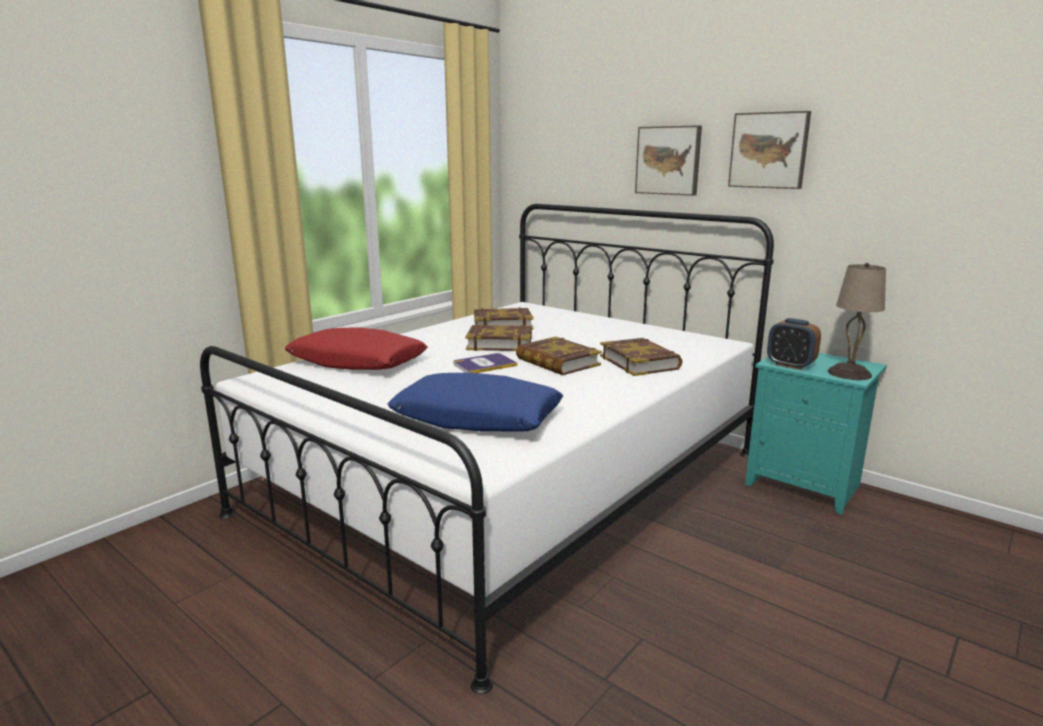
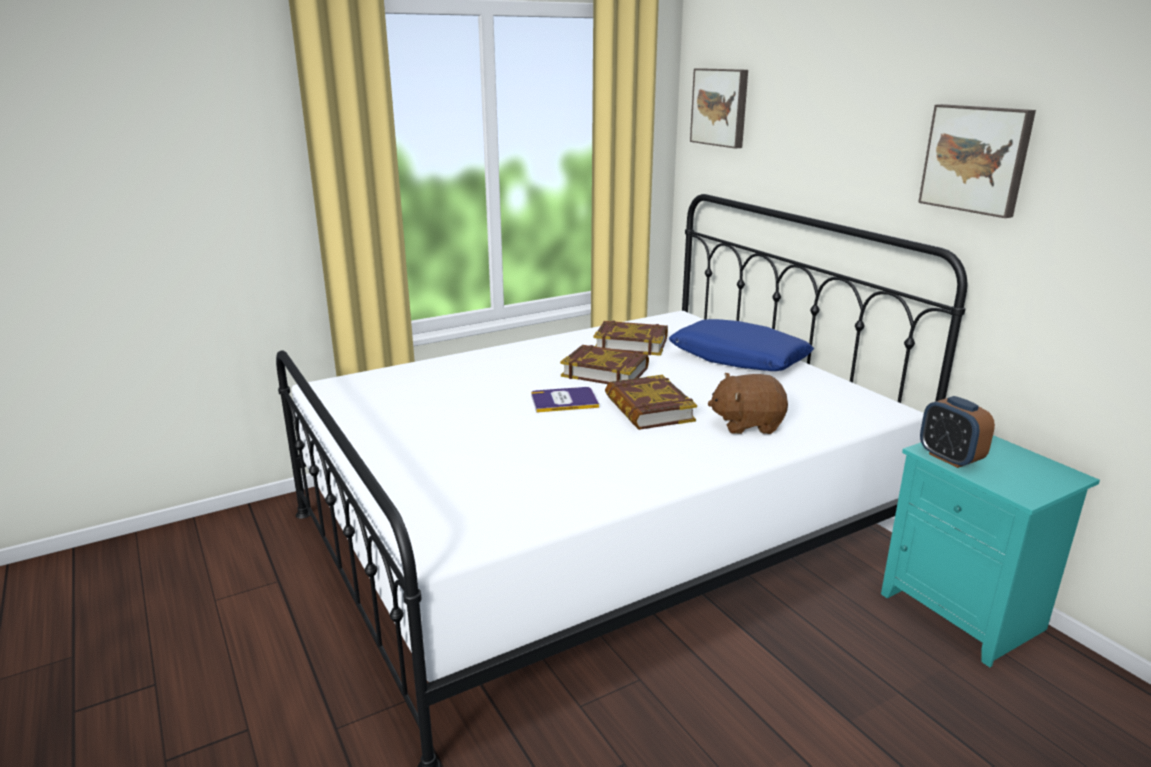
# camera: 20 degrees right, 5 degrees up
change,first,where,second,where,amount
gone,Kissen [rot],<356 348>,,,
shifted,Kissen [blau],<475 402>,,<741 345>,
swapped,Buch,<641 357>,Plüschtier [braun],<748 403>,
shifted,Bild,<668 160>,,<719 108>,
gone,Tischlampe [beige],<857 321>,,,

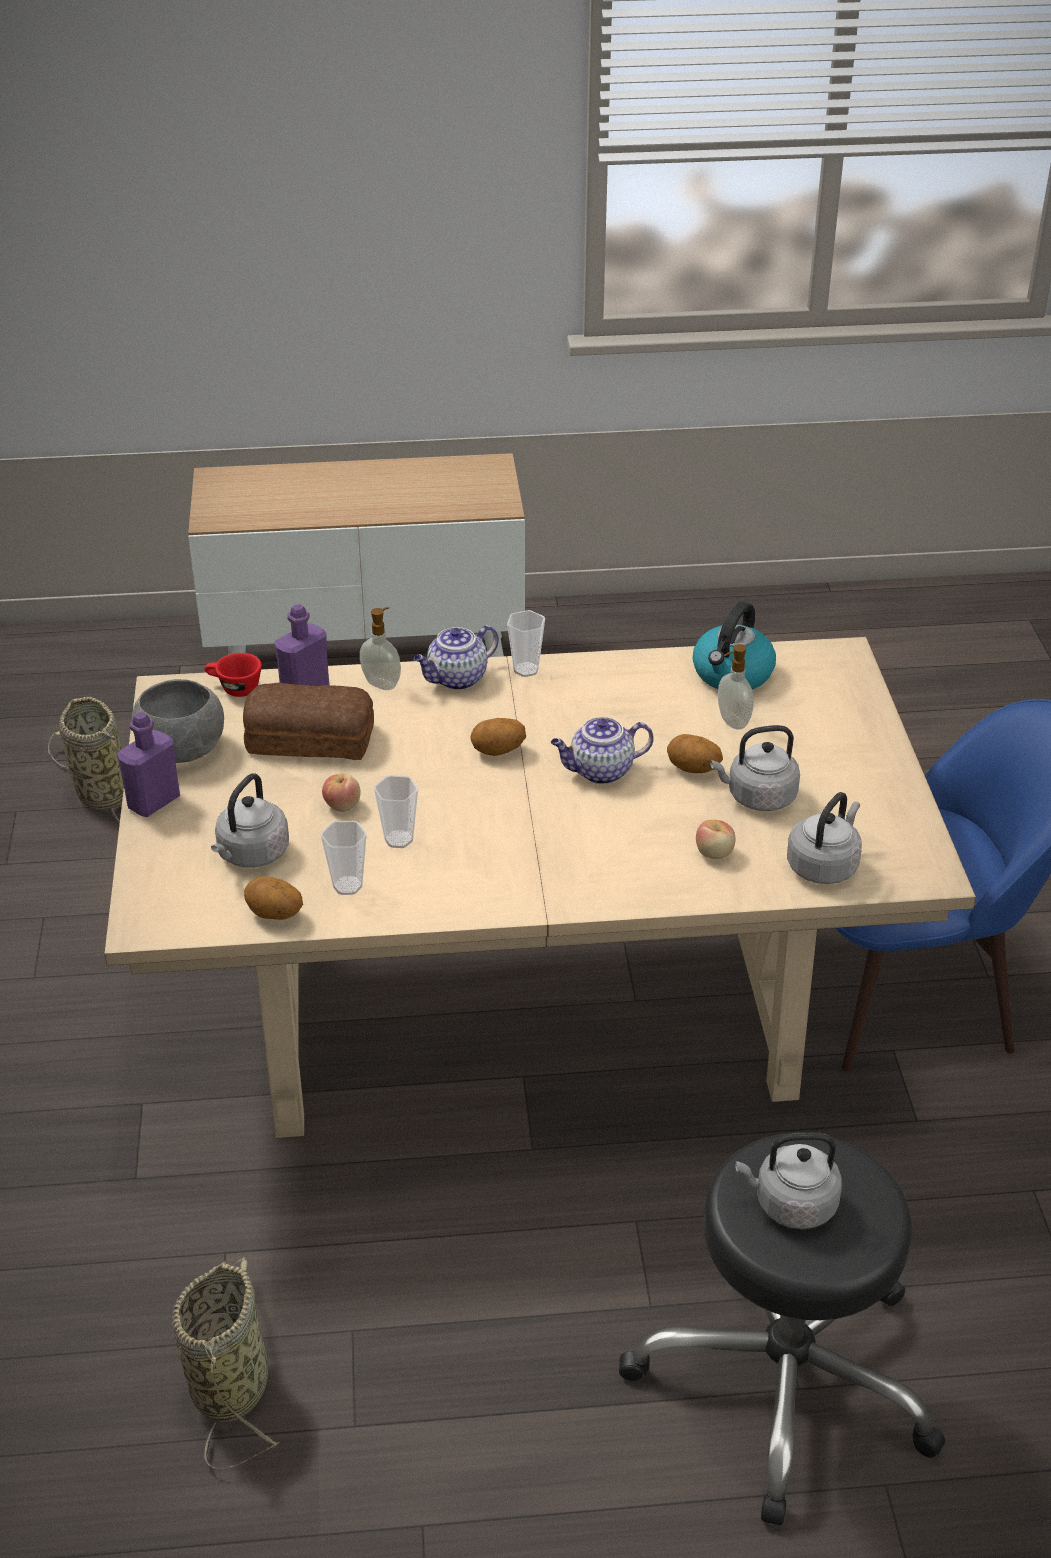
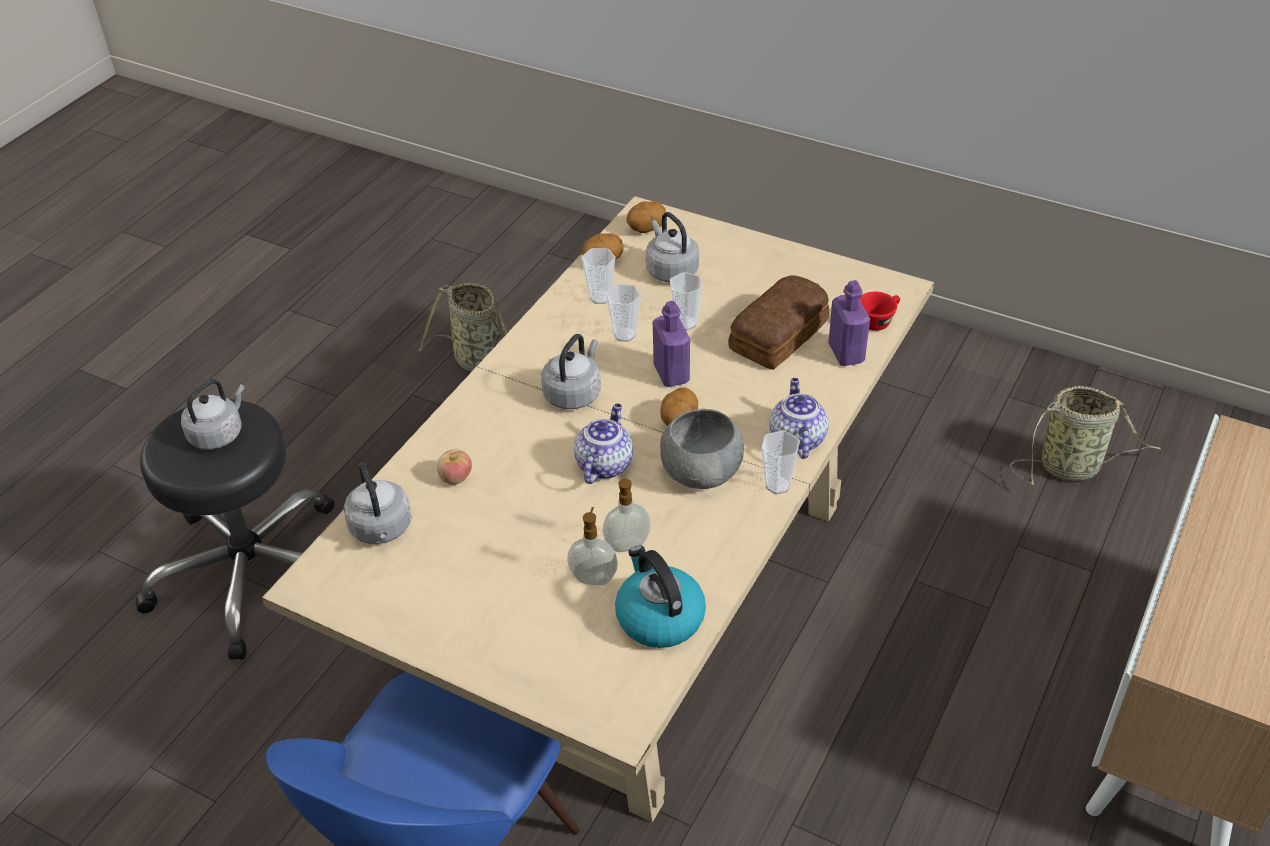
# camera: 125 degrees right, 5 degrees up
change,first,where,second,where,amount
shifted,Flasche [lila],<148 764>,,<671 344>,
shifted,Schüssel [grau],<177 721>,,<702 449>,
swapped,Apfel,<341 793>,Tasse,<686 301>,
shifted,Seifenspender,<380 648>,,<627 515>,
shifted,Kartoffel,<695 753>,,<646 217>,
shifted,Wasserkessel [grau],<755 768>,,<571 371>,

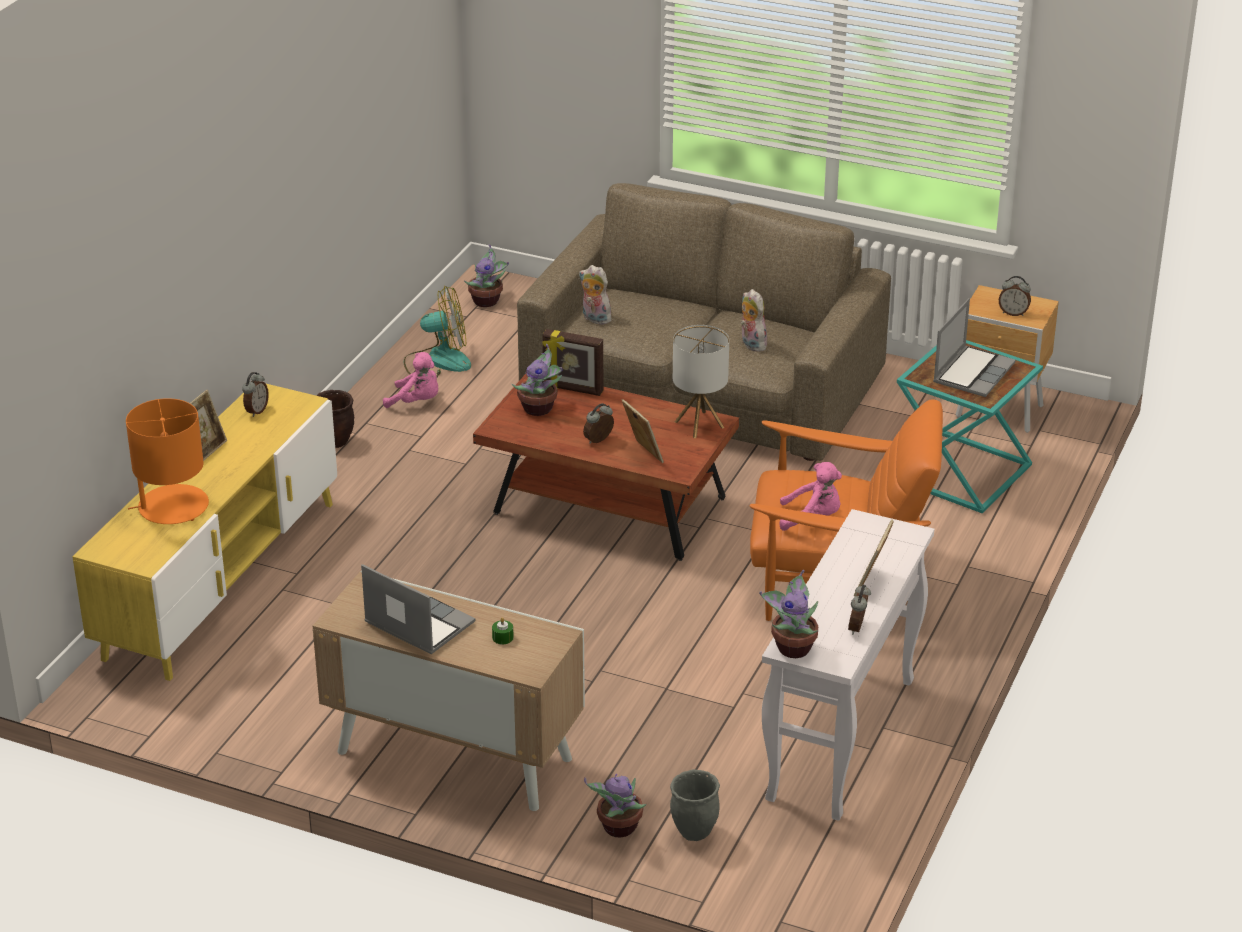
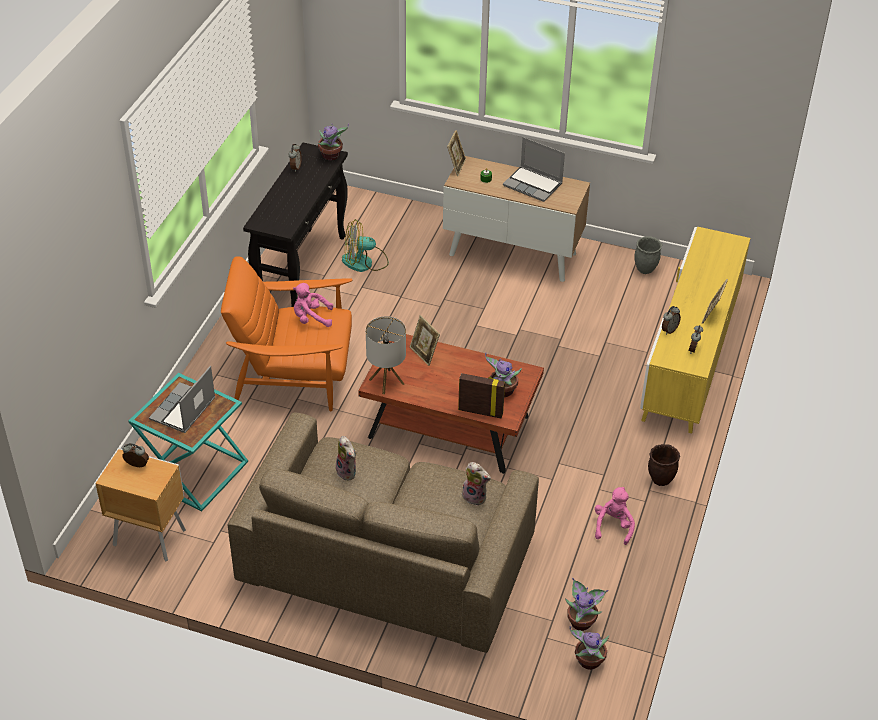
# camera: 175 degrees right, 10 degrees up
change,first,where,second,where,amount
gone,Tischlampe [orange],<167 461>,,,
rotated,Plüschtier [rosa],<410 380>,,<615 516>,90 degrees clockwise
shifted,Ventilator,<437 331>,,<365 245>,
shifted,Wecker,<598 423>,,<671 320>,
shifted,Topfpflanze,<615 806>,,<586 604>,
shifted,Pflanzkübel [grau],<695 805>,,<648 255>,
repainted,Konsolentisch [weiß],<848 664>,Konsolentisch [schwarz],<295 224>,
shifted,Bilderrahmen,<874 558>,,<456 153>,

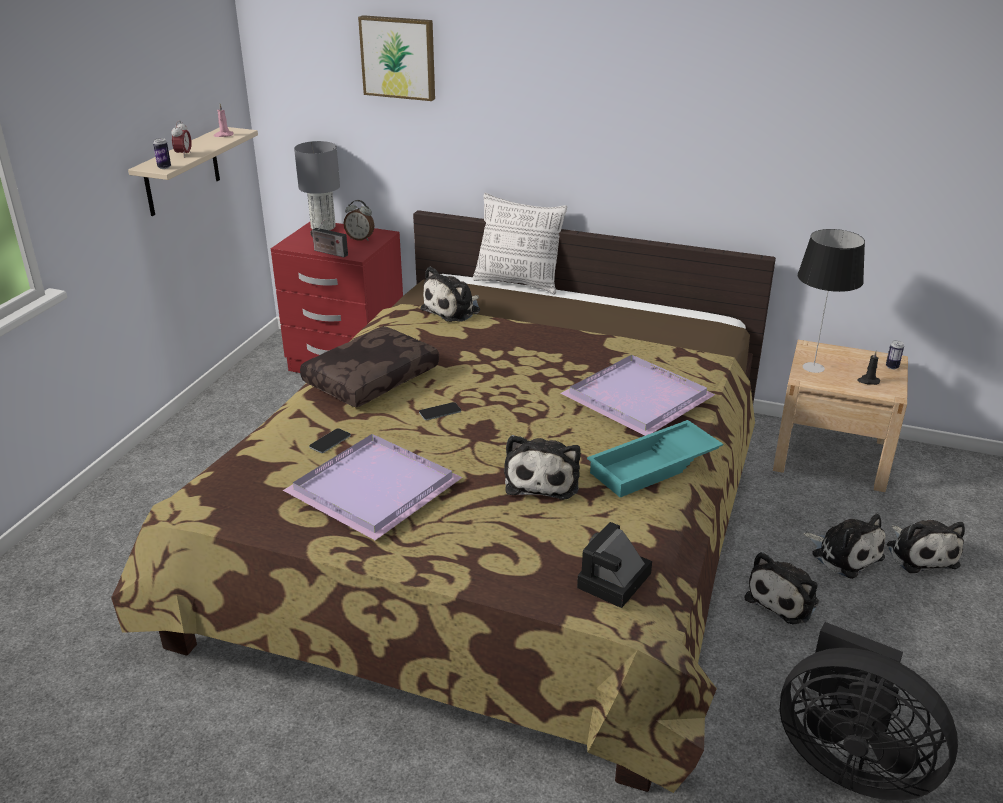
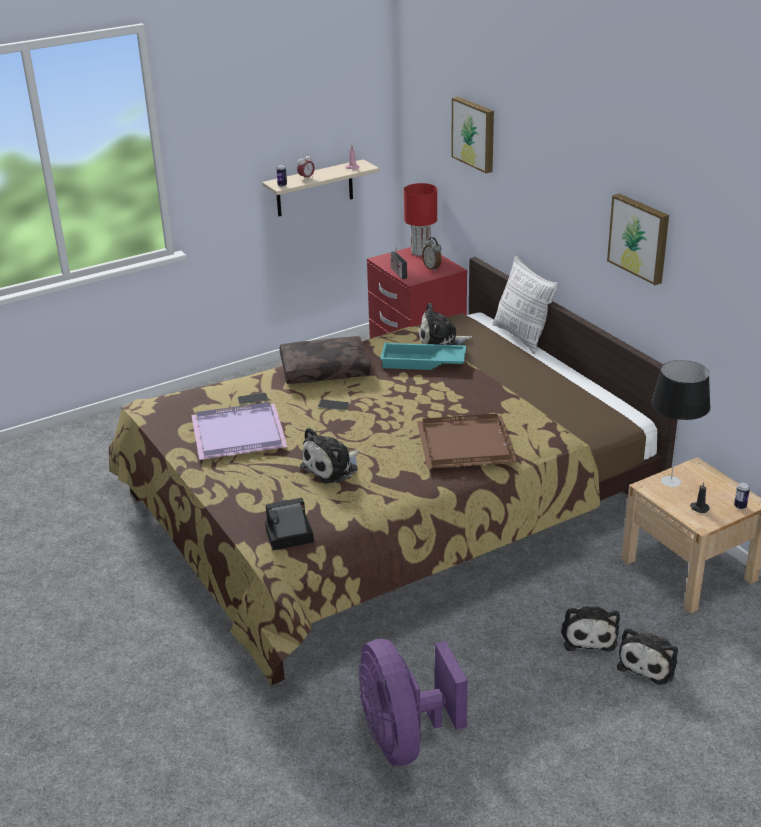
# camera: 40 degrees right, 0 degrees up
change,first,where,second,where,amount
repainted,Tischlampe [grau],<317 185>,Tischlampe [rot],<420 219>,
repainted,Tablett [lila],<638 395>,Tablett [braun],<467 441>,
shifted,Tablett [türkis],<655 459>,,<423 356>,
gone,Plüschtier,<781 588>,,,
repainted,Ventilator [schwarz],<869 711>,Ventilator [lila],<413 702>,
new,,,Bild,<638 239>,

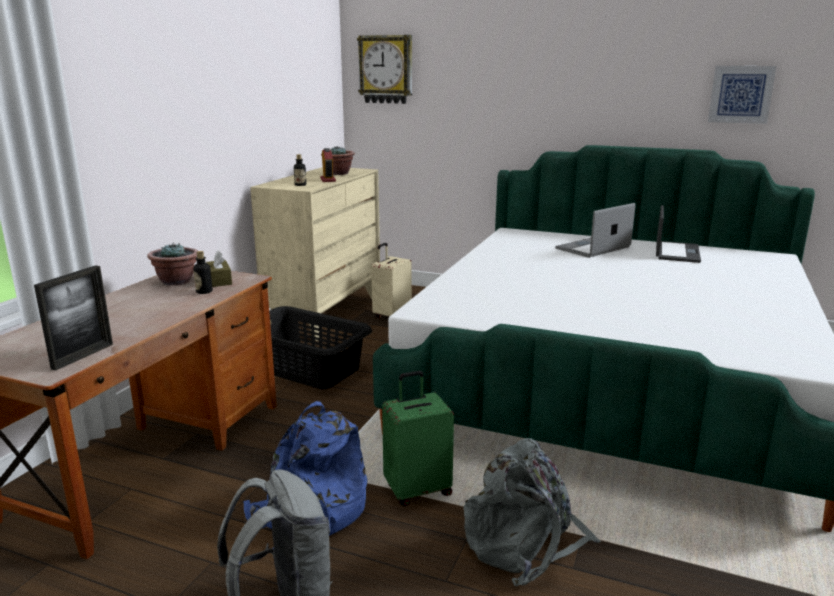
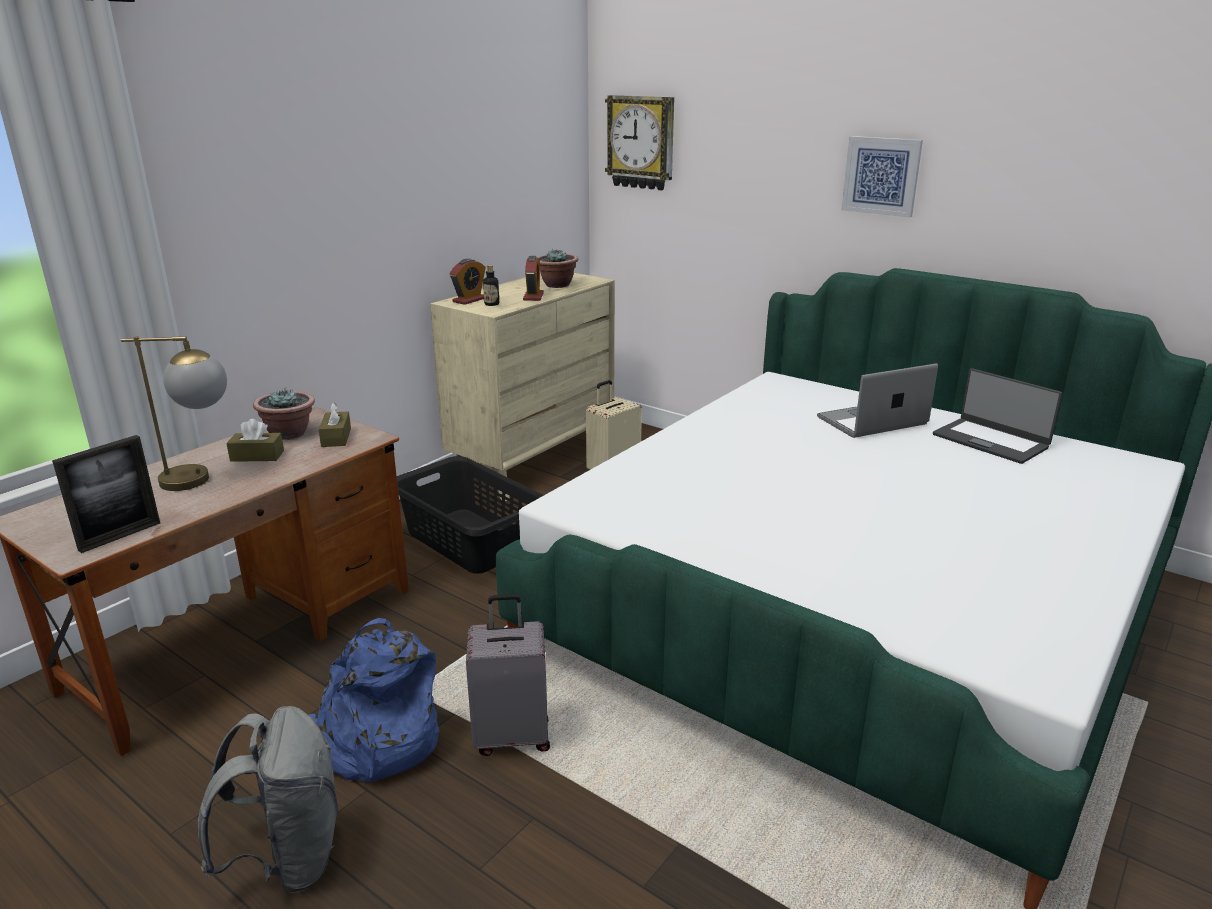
# camera: 15 degrees right, 5 degrees up
change,first,where,second,where,amount
gone,Flasche,<203 272>,,,
repainted,Koffer [grün],<418 438>,Koffer [grau],<508 675>,
gone,Rucksack [grau],<532 512>,,,
rotated,Laptop,<678 234>,,<997 416>,105 degrees clockwise
shifted,Bild,<742 95>,,<882 176>,
new,,,Tischlampe,<174 413>,
new,,,Taschentuchbox [braun],<255 440>,
new,,,Wecker,<467 282>,

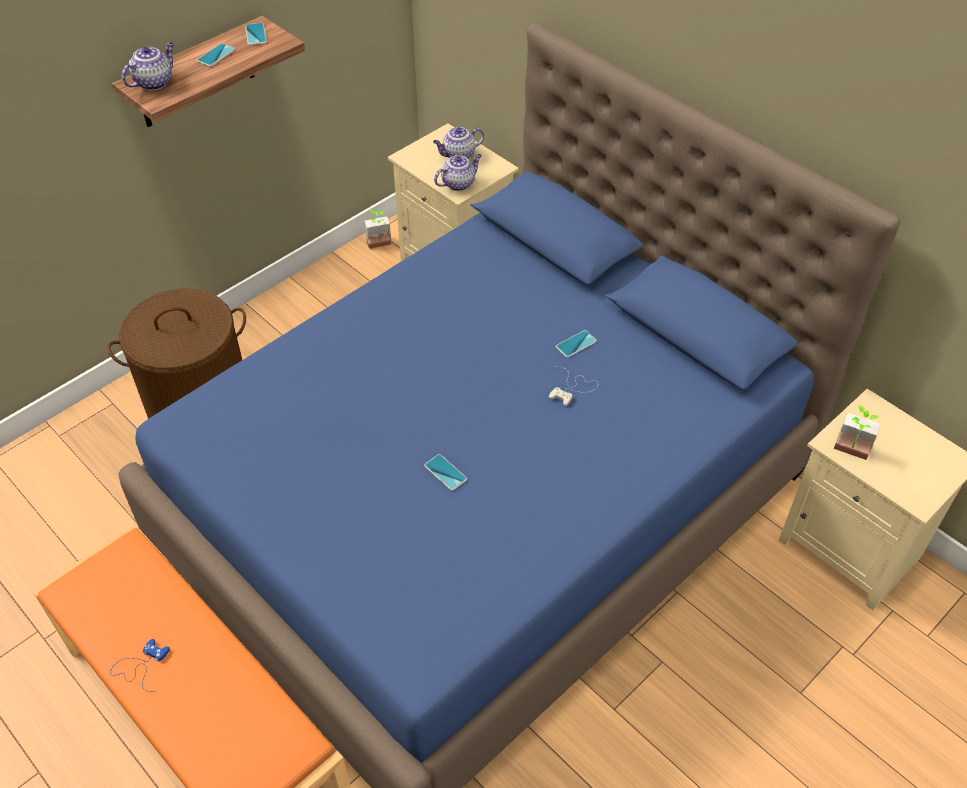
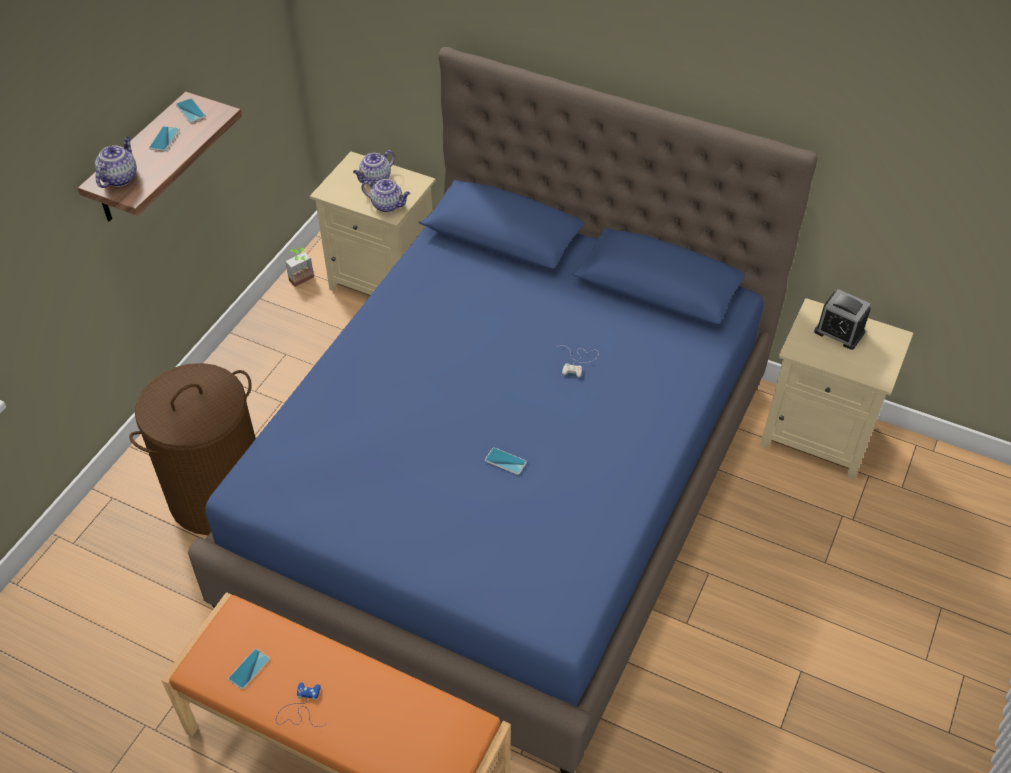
# camera: 20 degrees left, 0 degrees up
change,first,where,second,where,amount
rotated,Teekanne,<458 172>,,<386 195>,75 degrees clockwise
shifted,Handy,<576 344>,,<249 669>,
gone,Topfpflanze,<857 432>,,,
new,,,Wecker,<842 319>,

